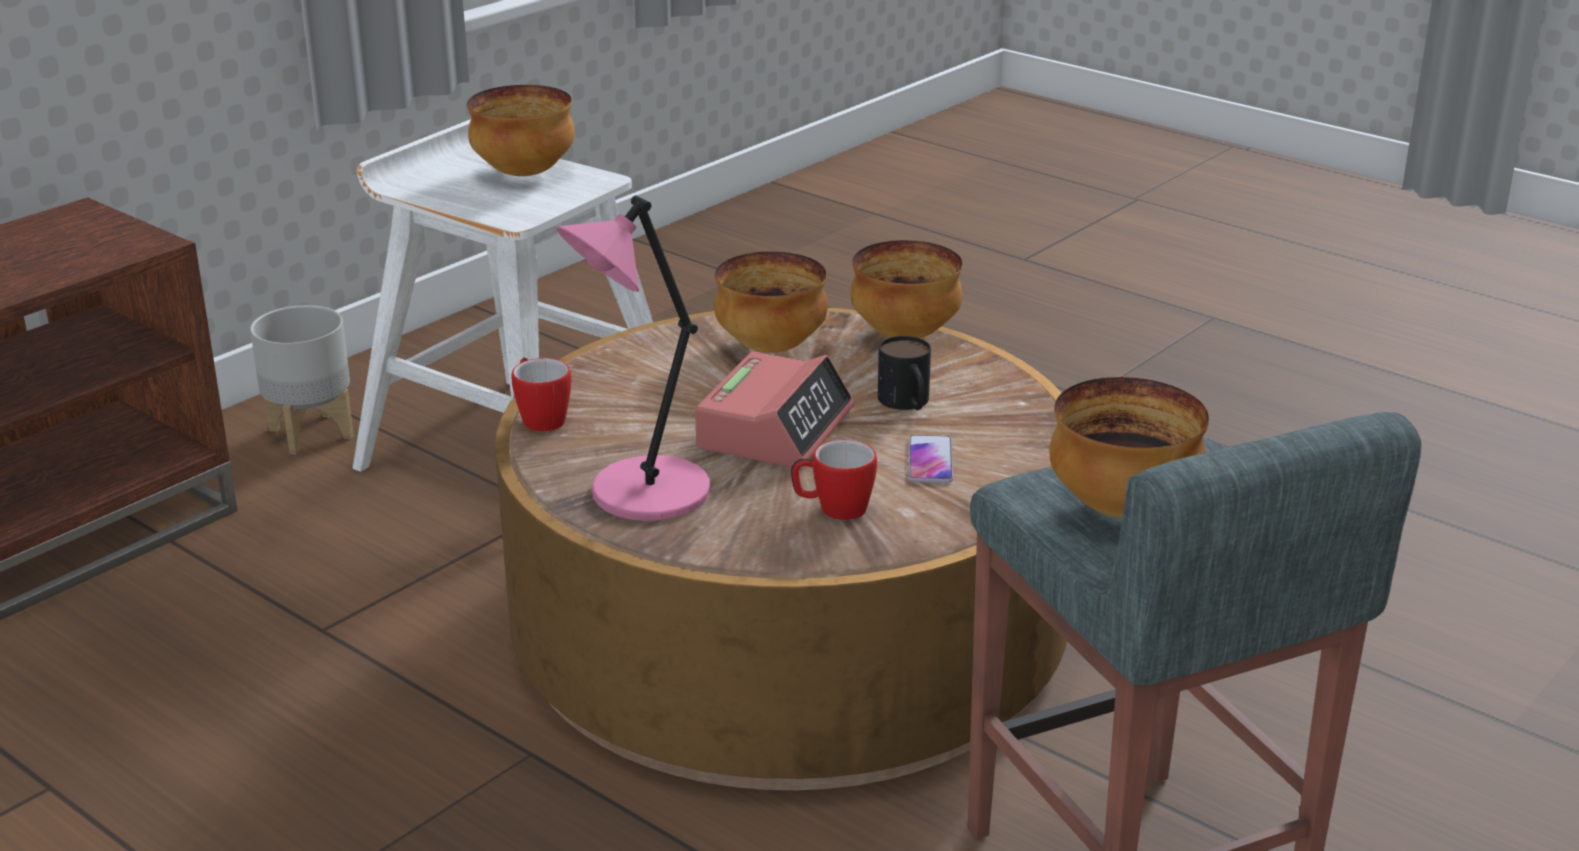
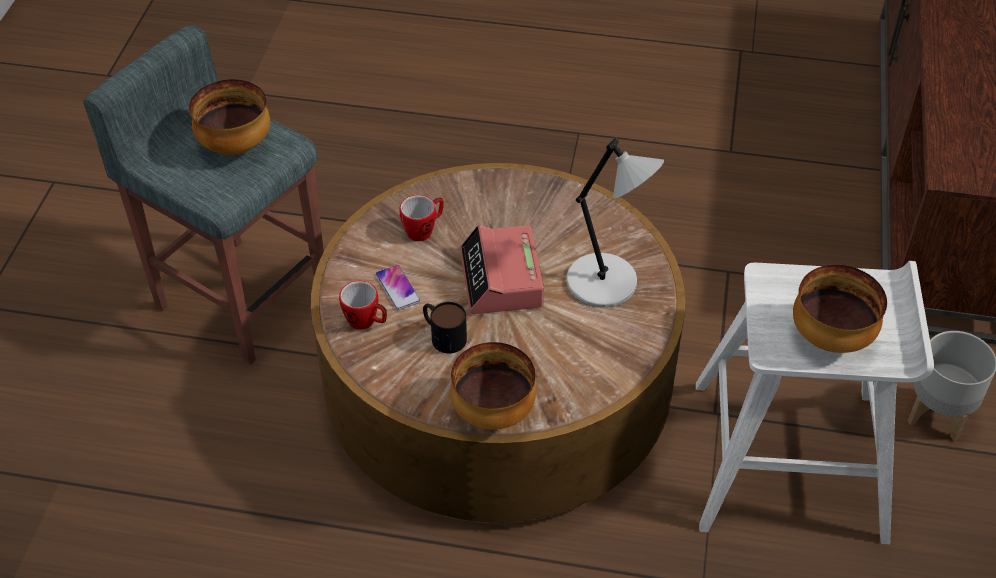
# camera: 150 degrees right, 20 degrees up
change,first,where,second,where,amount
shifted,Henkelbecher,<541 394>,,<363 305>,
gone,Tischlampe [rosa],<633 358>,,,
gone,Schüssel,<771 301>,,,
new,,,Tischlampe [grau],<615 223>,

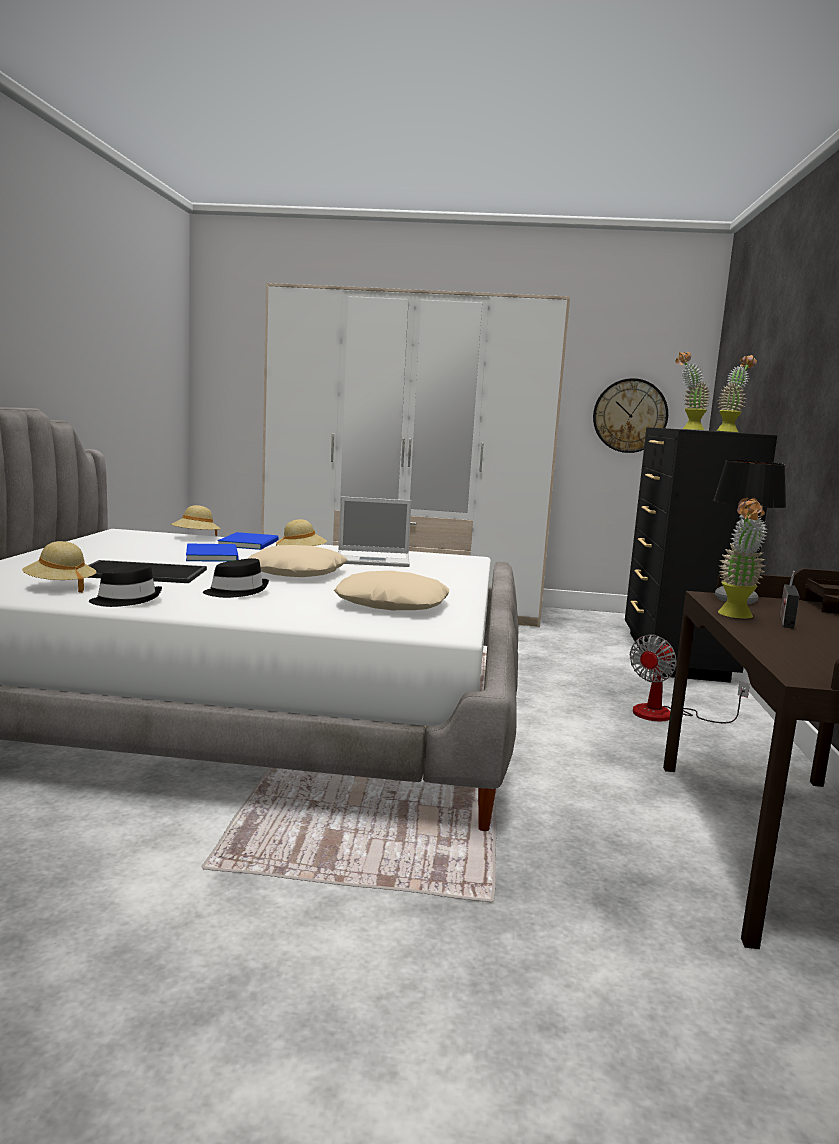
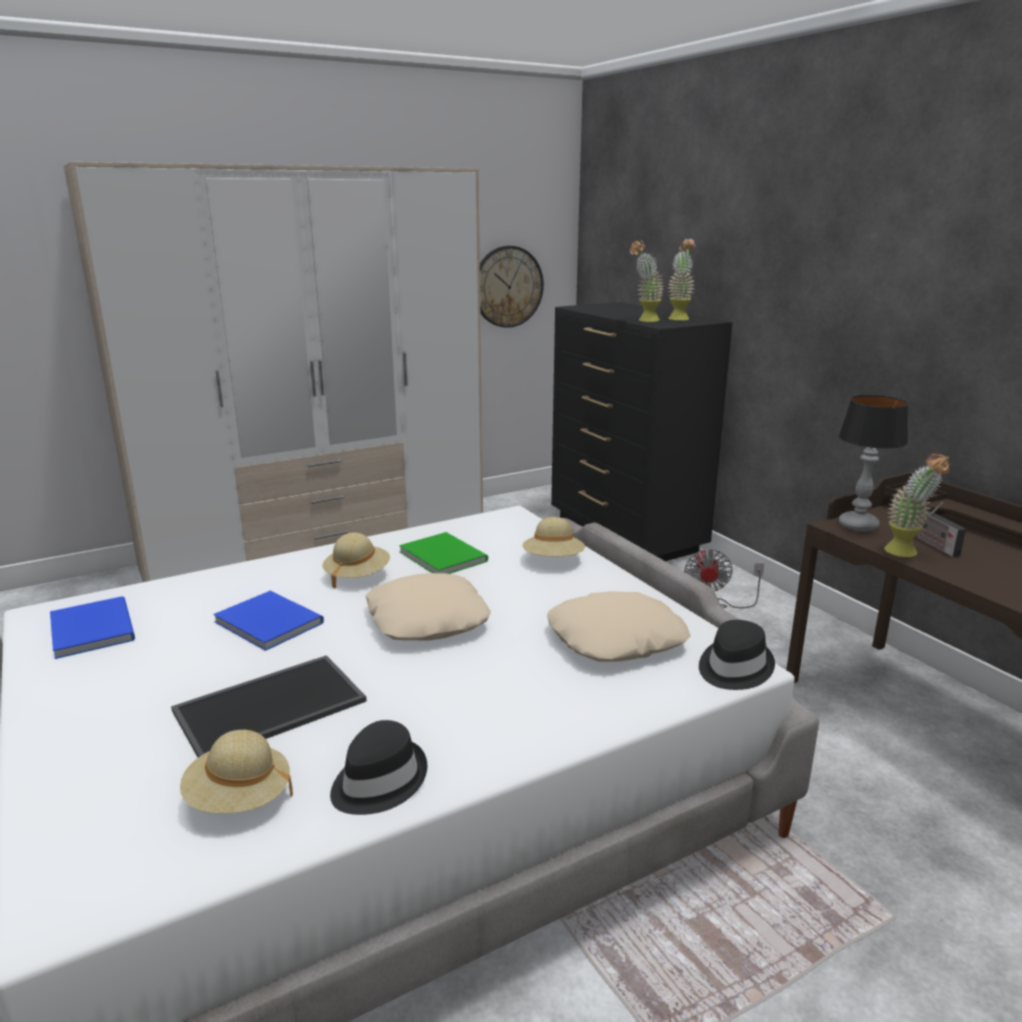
# camera: 35 degrees left, 10 degrees up
change,first,where,second,where,amount
shifted,Hut [beige],<196 520>,,<553 536>,
shifted,Hut [schwarz],<236 578>,,<737 655>,
shifted,Buch [blau],<247 541>,,<92 627>,
swapped,Laptop,<375 531>,Buch [grün],<443 553>,

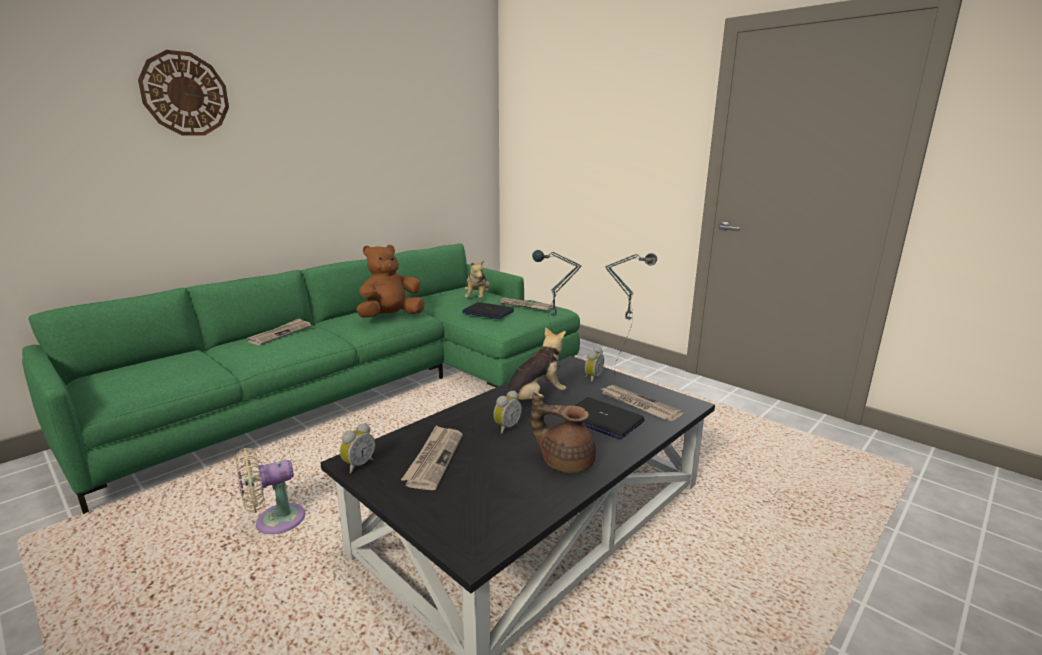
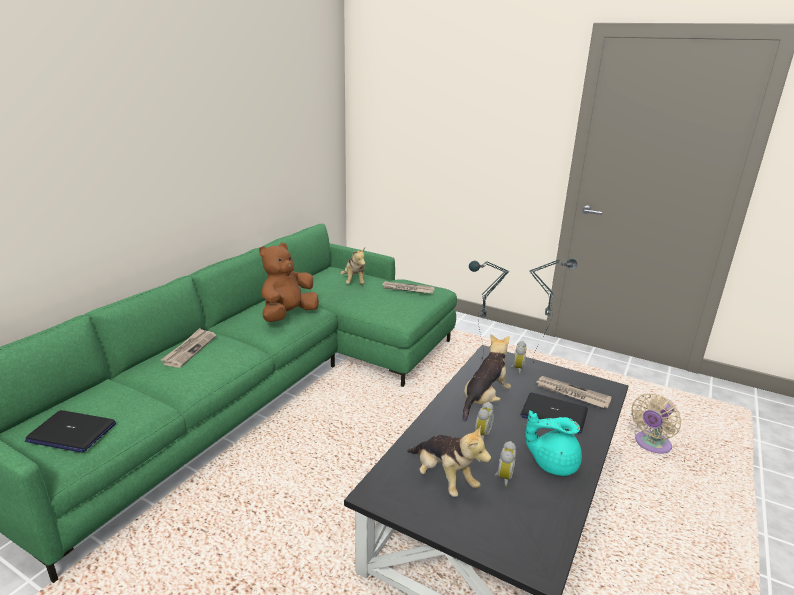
# camera: 15 degrees left, 5 degrees up
change,first,where,second,where,amount
gone,Wanduhr,<183 93>,,,
shifted,Ventilator [beige],<270 491>,,<656 423>,
shifted,Wecker,<357 448>,,<505 464>,
swapped,Zeitung,<432 457>,Plüschtier,<449 461>,
shifted,Laptop,<488 310>,,<70 431>,
repainted,Teekanne [braun],<563 432>,Teekanne [türkis],<553 443>,

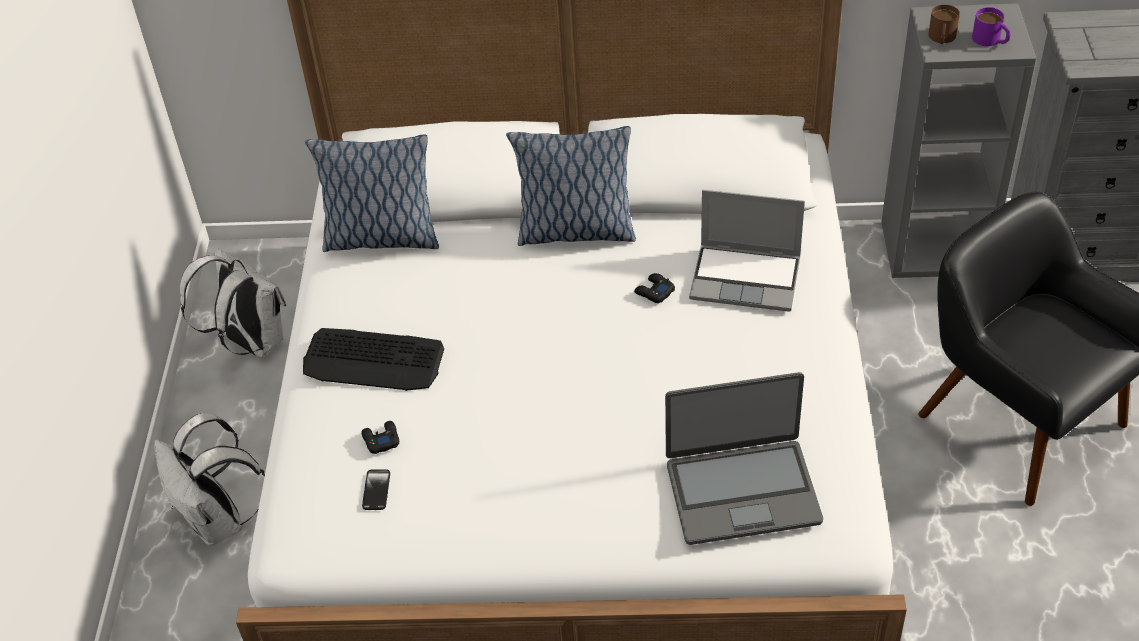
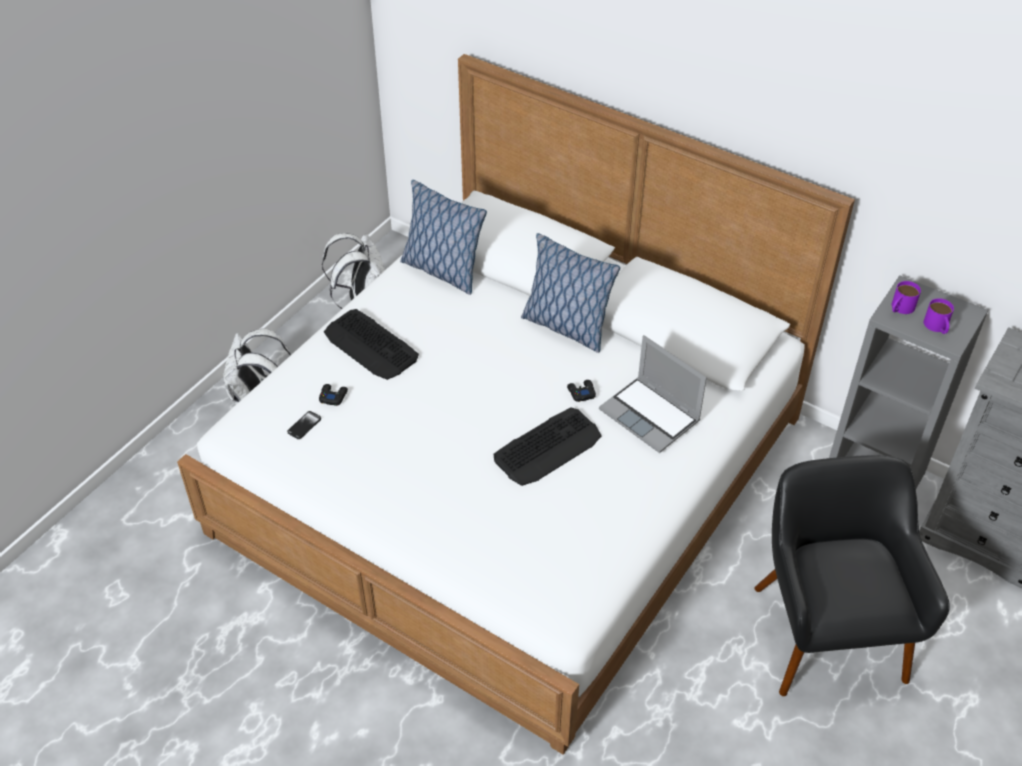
# camera: 30 degrees right, 0 degrees up
change,first,where,second,where,amount
gone,Laptop,<744 458>,,,
repainted,Henkelbecher [braun],<944 24>,Henkelbecher [lila],<906 297>,
new,,,Tastatur,<547 446>,

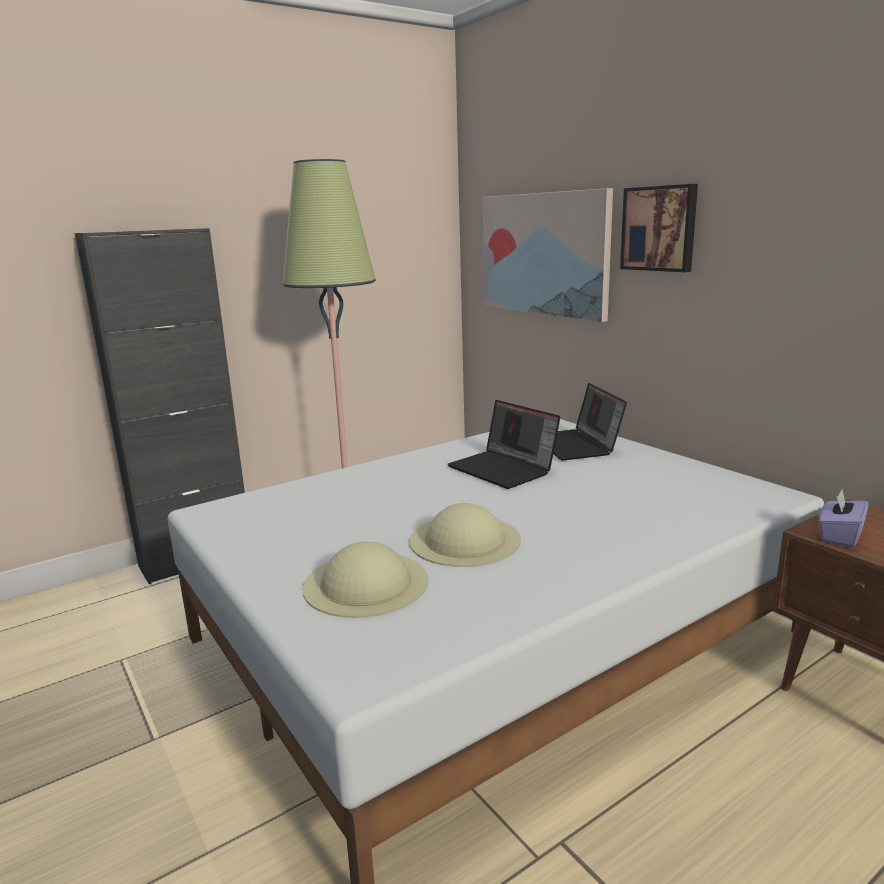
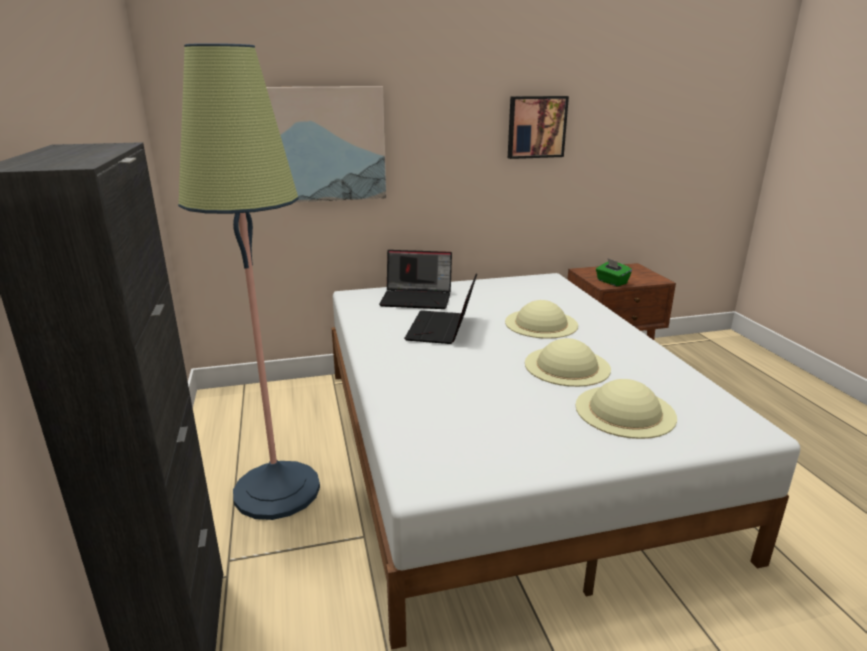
# camera: 70 degrees left, 5 degrees up
change,first,where,second,where,amount
rotated,Laptop,<503 444>,,<440 309>,120 degrees clockwise
shifted,Bild,<659 228>,,<538 127>,
repainted,Taschentuchbox [lila],<843 518>,Taschentuchbox [grün],<614 272>,
new,,,Hut [beige],<541 319>,

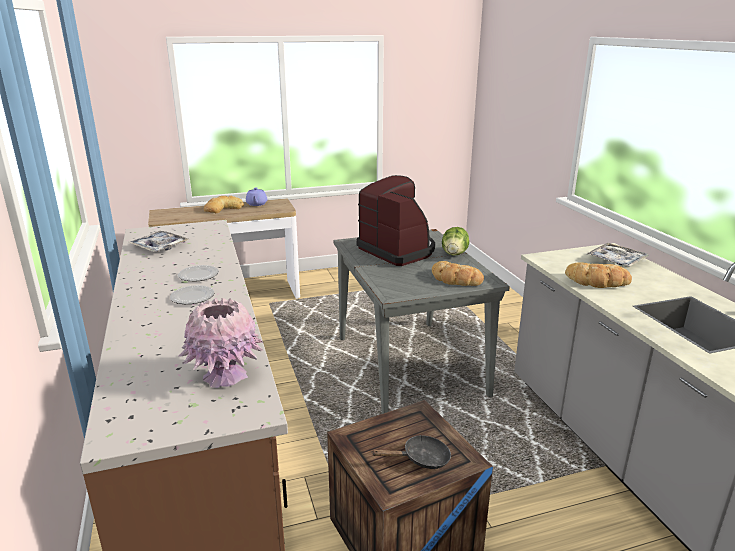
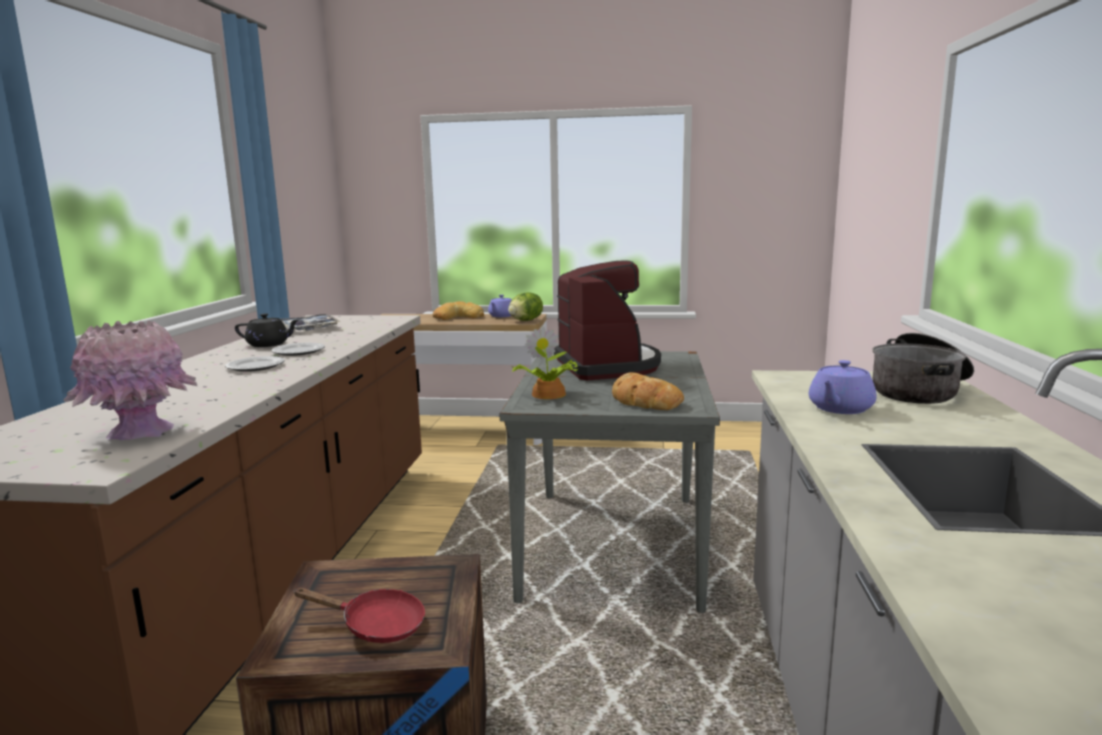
# camera: 25 degrees right, 10 degrees down
change,first,where,second,where,amount
repainted,Pfanne [schwarz],<411 452>,Pfanne [rot],<359 615>,
shifted,Salatkopf,<455 241>,,<525 306>,
swapped,Brot,<598 275>,Teekanne [lila],<843 387>,
swapped,Tablett,<618 255>,Kochtopf,<923 368>,
new,,,Teekanne [schwarz],<267 330>,
new,,,Topfpflanze,<545 362>,

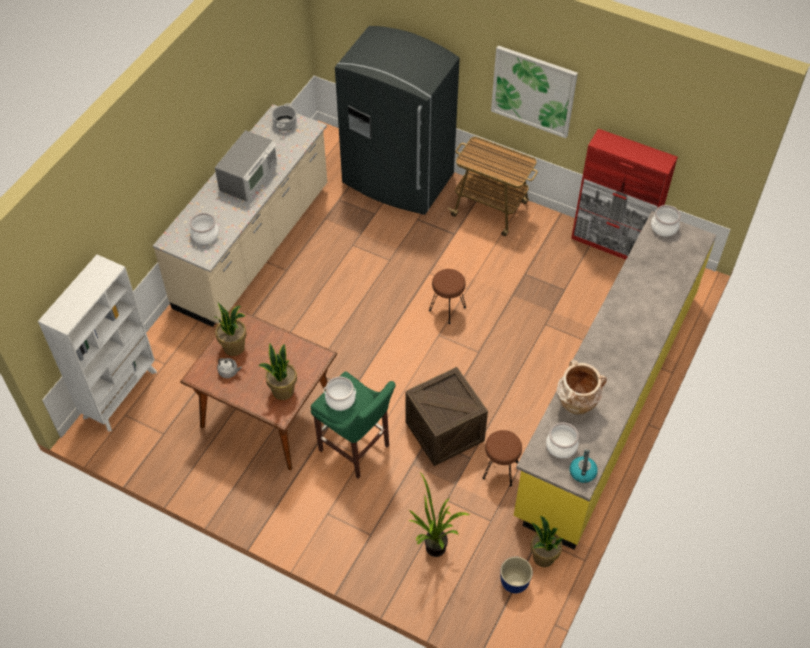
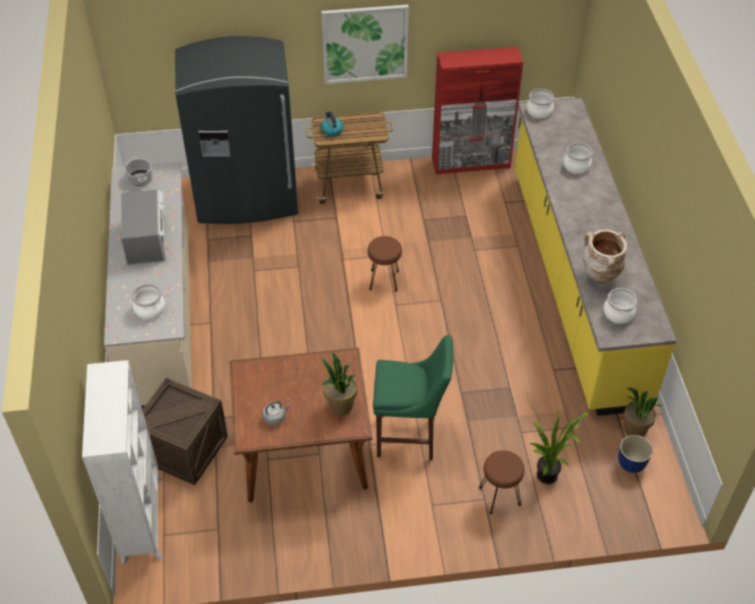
# camera: 35 degrees left, 5 degrees down
change,first,where,second,where,amount
gone,Topfpflanze,<230 329>,,,
shifted,Kochtopf,<340 394>,,<577 158>,
shifted,Kiste,<446 416>,,<185 431>,
shifted,Hocker [braun],<502 458>,,<501 482>,
shifted,Wasserkessel,<584 466>,,<332 123>,

